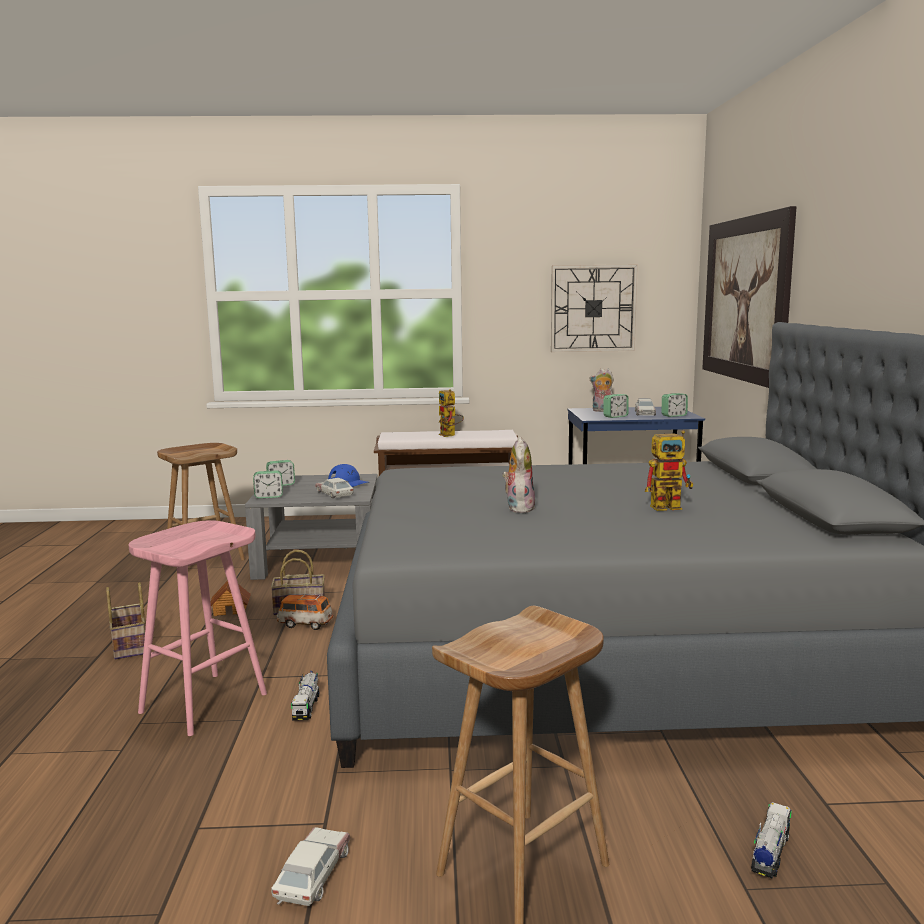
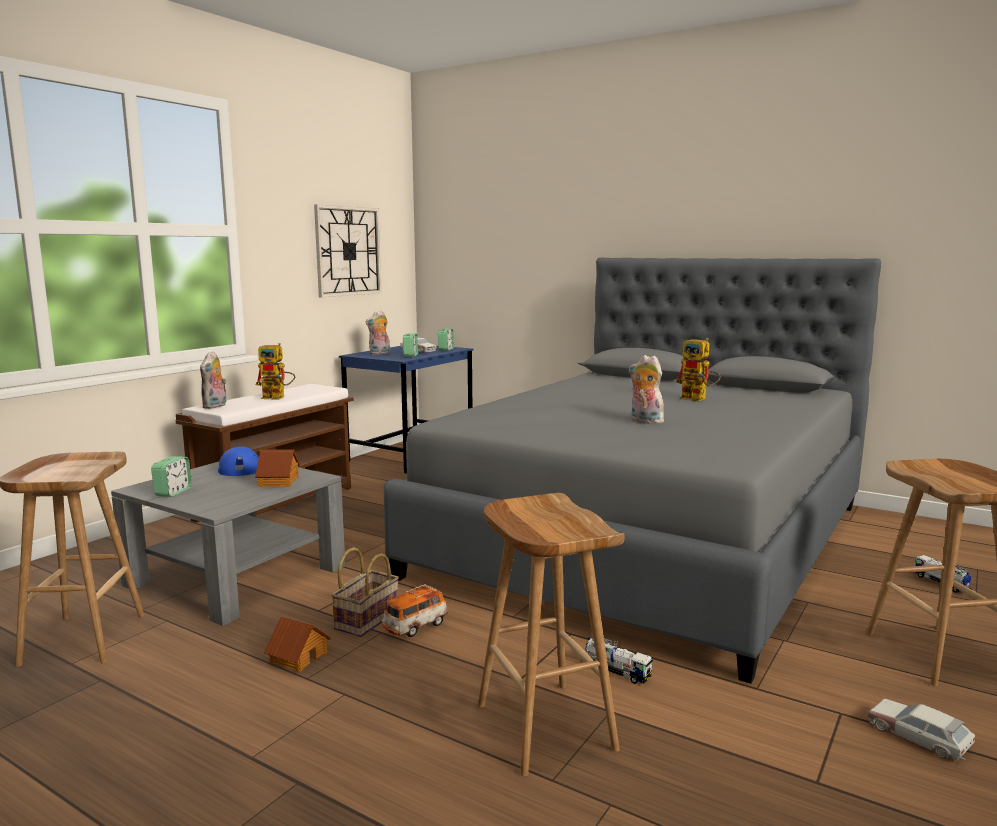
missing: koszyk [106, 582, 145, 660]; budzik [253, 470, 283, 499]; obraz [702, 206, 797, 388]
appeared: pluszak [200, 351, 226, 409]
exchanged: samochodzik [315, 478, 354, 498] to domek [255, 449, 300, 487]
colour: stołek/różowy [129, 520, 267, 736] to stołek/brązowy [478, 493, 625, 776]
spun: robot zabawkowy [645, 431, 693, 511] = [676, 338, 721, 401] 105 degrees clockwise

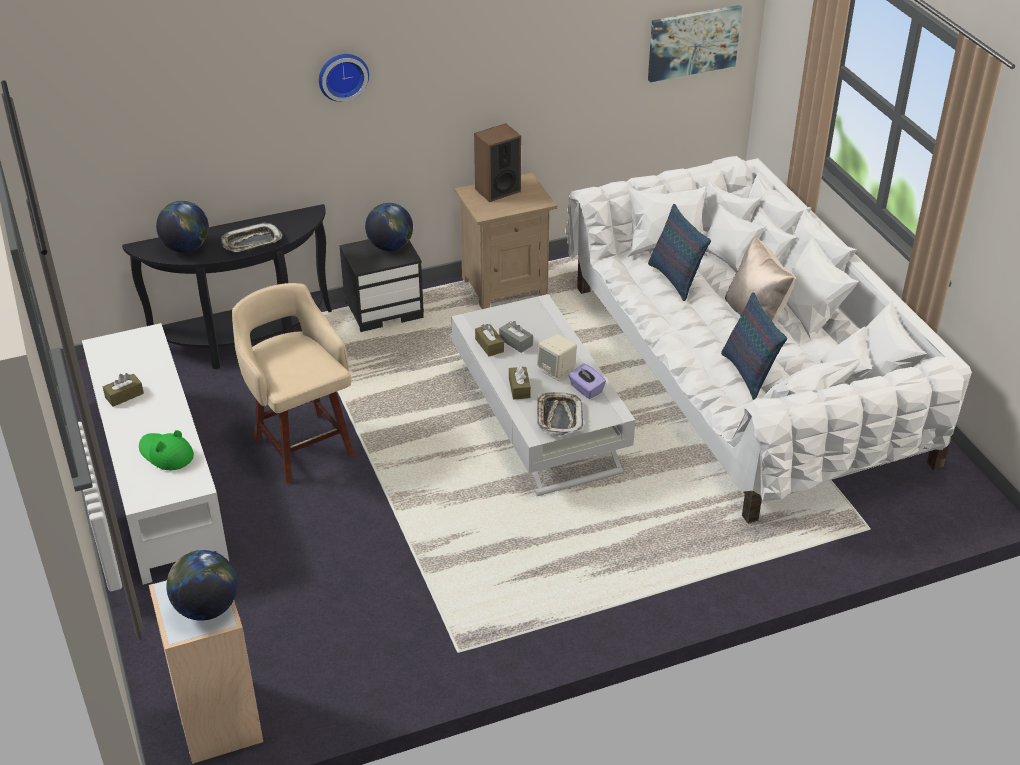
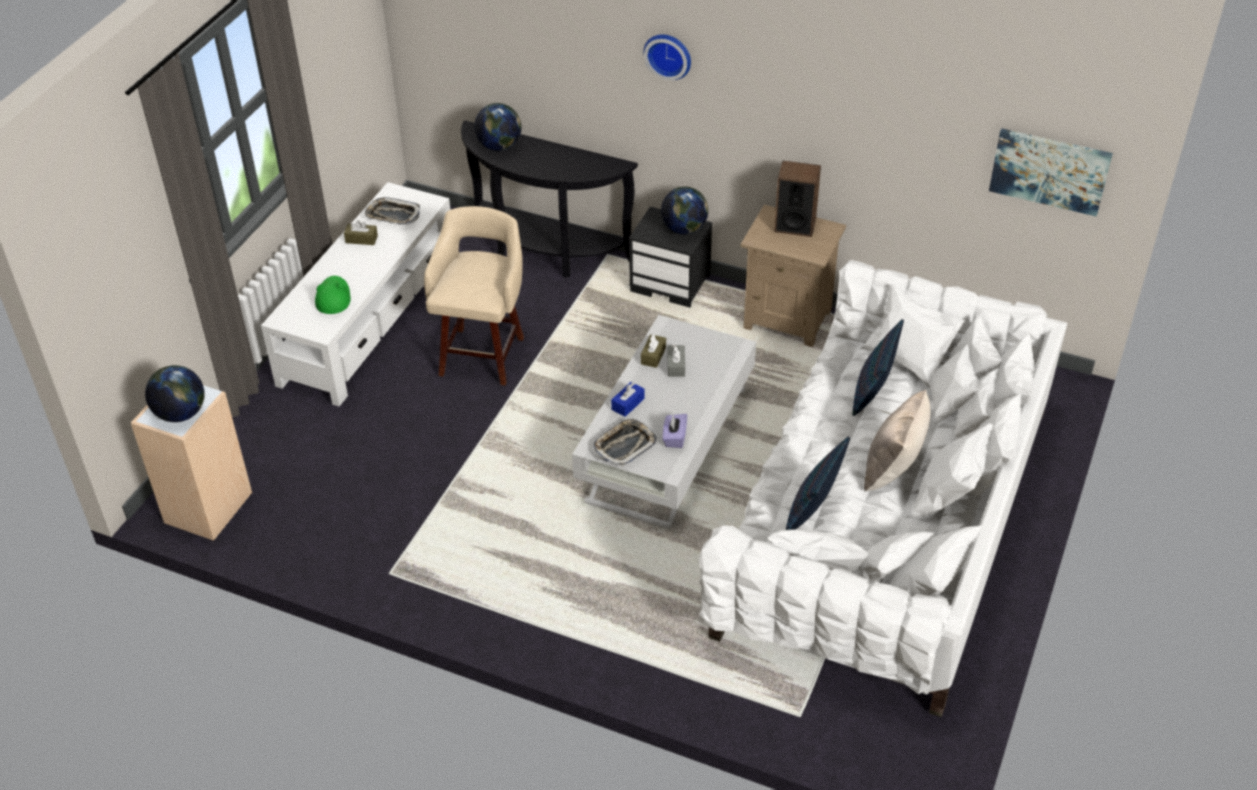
missing: głośnik/beżowy [537, 334, 577, 381]
relocated: taca [221, 223, 283, 252] to [364, 197, 420, 225]
colour: pudełko chusteczek/brązowy [509, 364, 531, 400] to pudełko chusteczek/niebieski [611, 382, 645, 417]

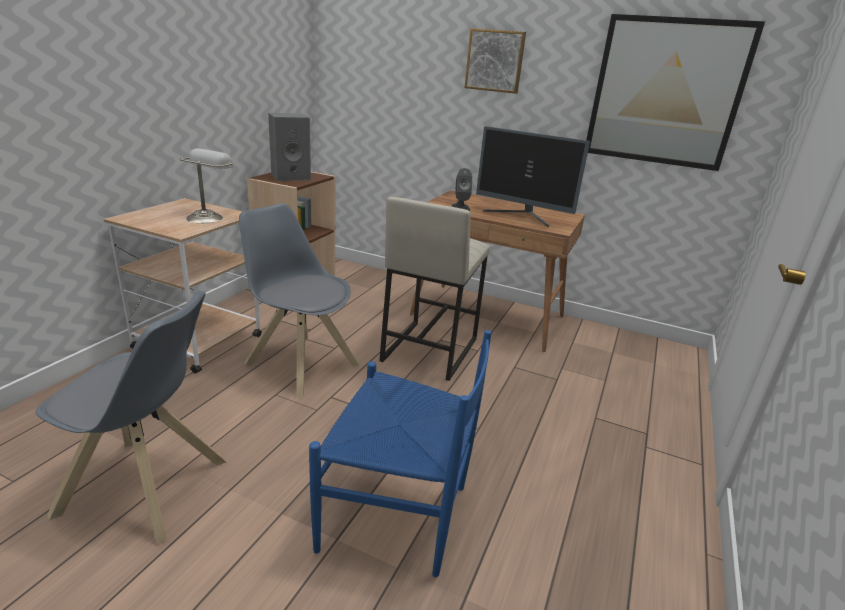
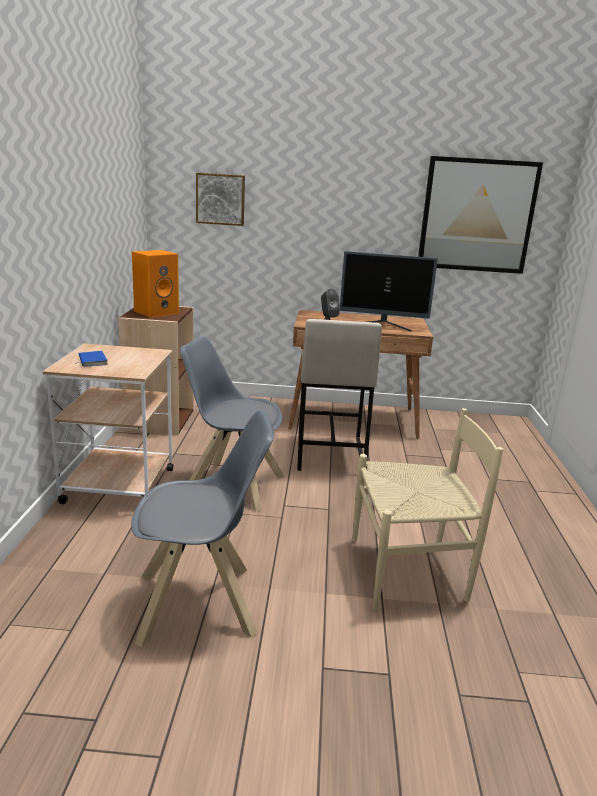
missing: lampa stołowa/biały [180, 148, 235, 223]
appeared: książka/niebieski [75, 351, 108, 367]
relocated: obraz [465, 28, 526, 94] to [196, 173, 245, 226]
colour: głośnik/szary [268, 113, 311, 181] to głośnik/pomarańczowy [132, 250, 179, 317]; krzesło/niebieski [309, 330, 492, 577] to krzesło/beżowy [352, 408, 503, 611]

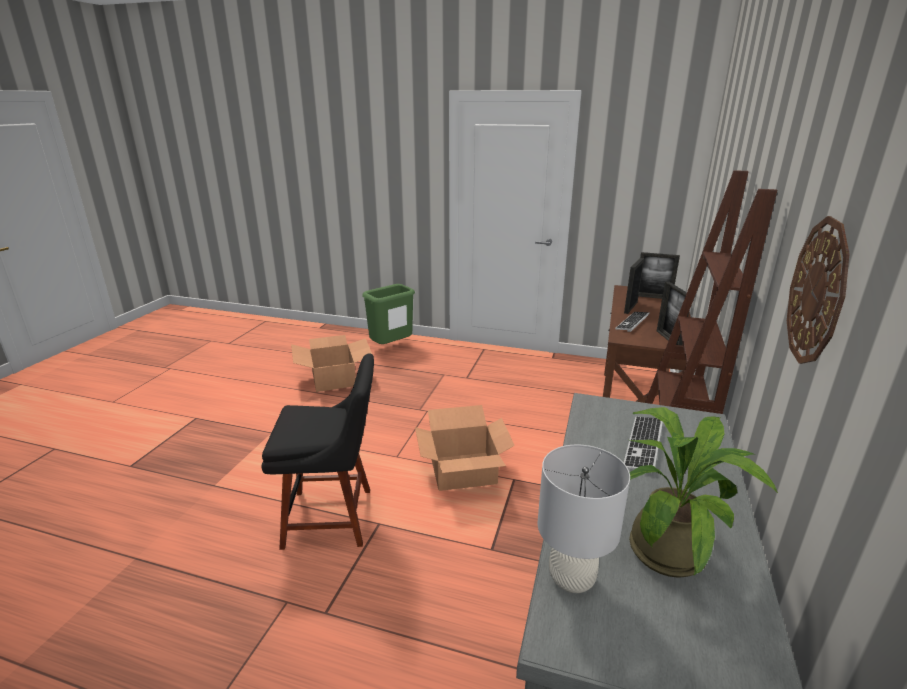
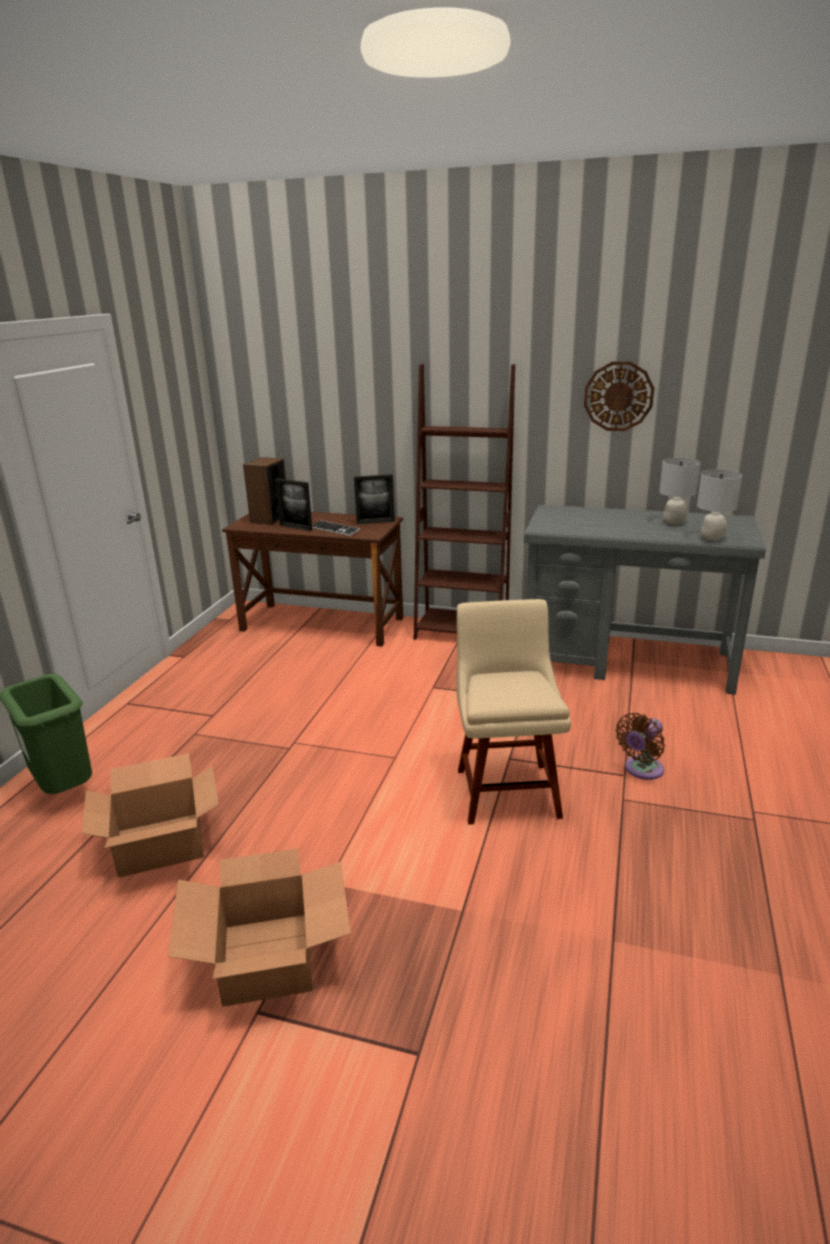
missing: klawiatura [624, 417, 663, 473]
appeared: wentylator/brązowy [616, 713, 665, 780]
relocated: karton [415, 405, 515, 491] to [168, 848, 351, 1007]
exchanged: roślina doniczkowa [629, 407, 778, 578] to lampa stołowa/szary [659, 458, 700, 525]; ramka na zdjęcie [639, 252, 680, 299] to głośnik [243, 457, 286, 525]
colour: krzesło/czarny [261, 353, 374, 550] to krzesło/beżowy [456, 599, 571, 825]

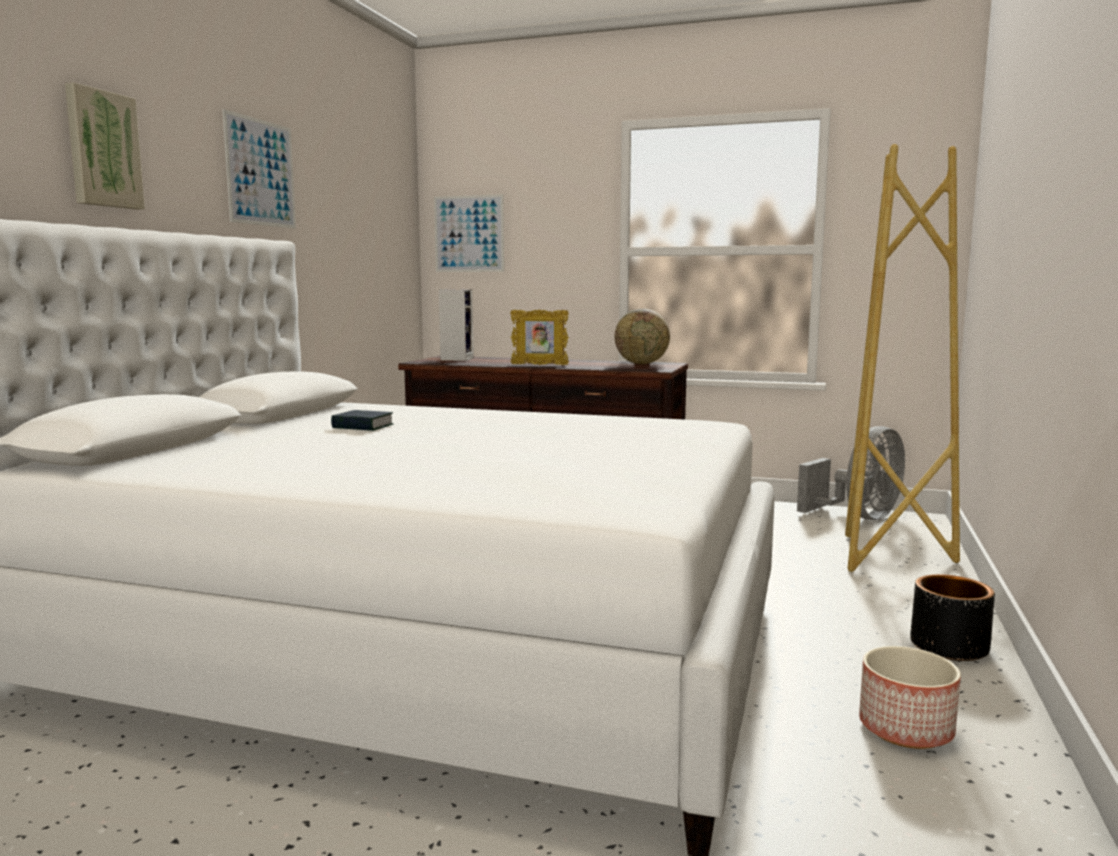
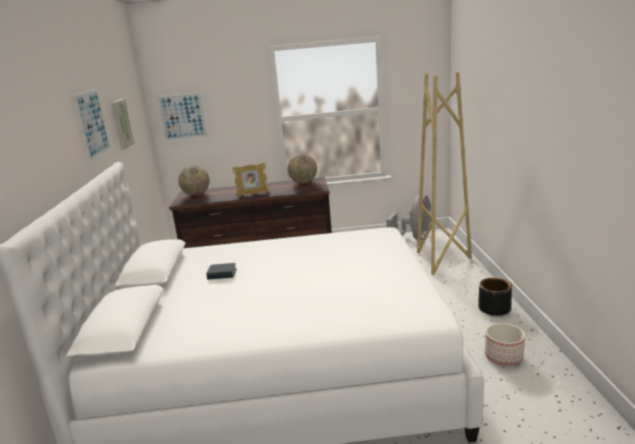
relocated: obraz [65, 82, 145, 209] to [111, 99, 134, 150]
exchanged: głośnik [439, 289, 474, 361] to globus [178, 165, 209, 196]

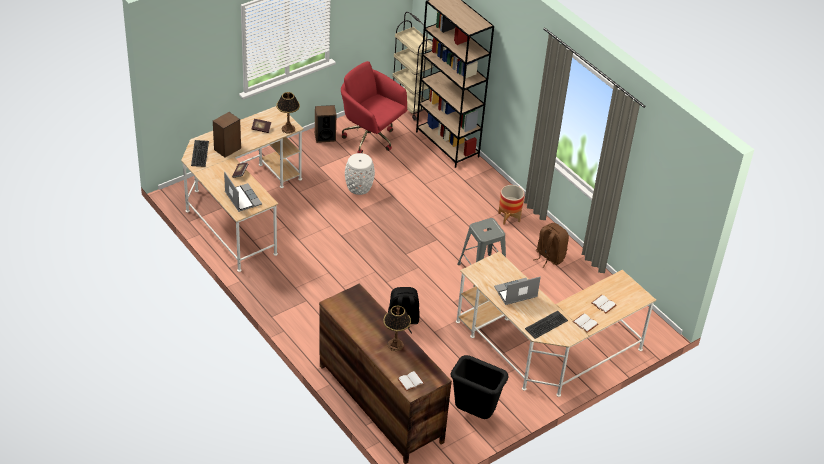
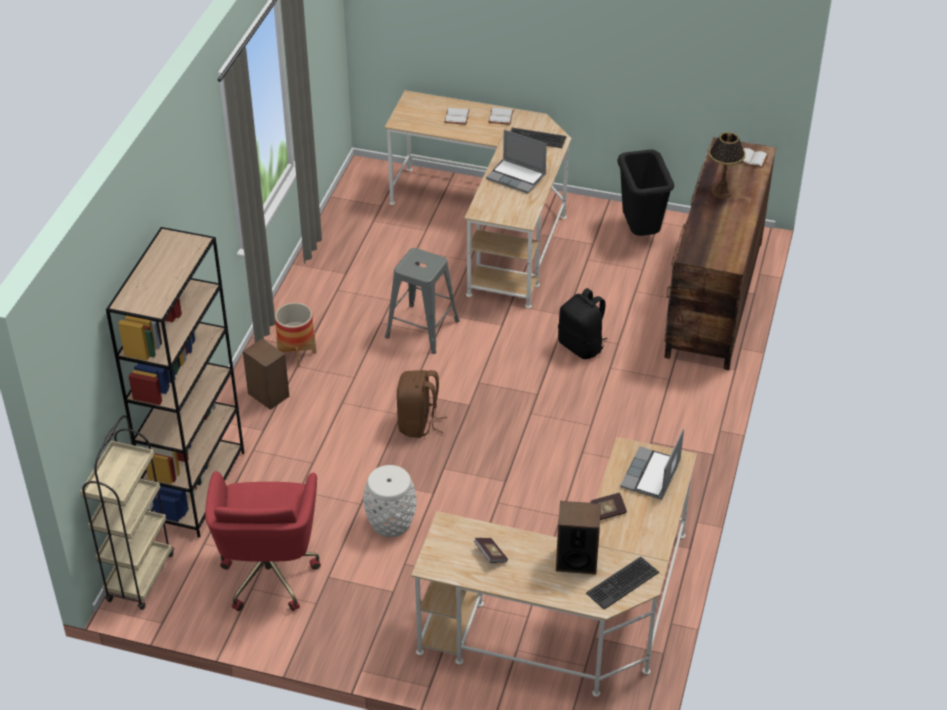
missing: lampa stołowa [276, 92, 300, 134]
relocated: głośnik [315, 105, 336, 143] to [243, 339, 289, 410]; plecak/brązowy [533, 223, 569, 268] to [397, 370, 447, 438]

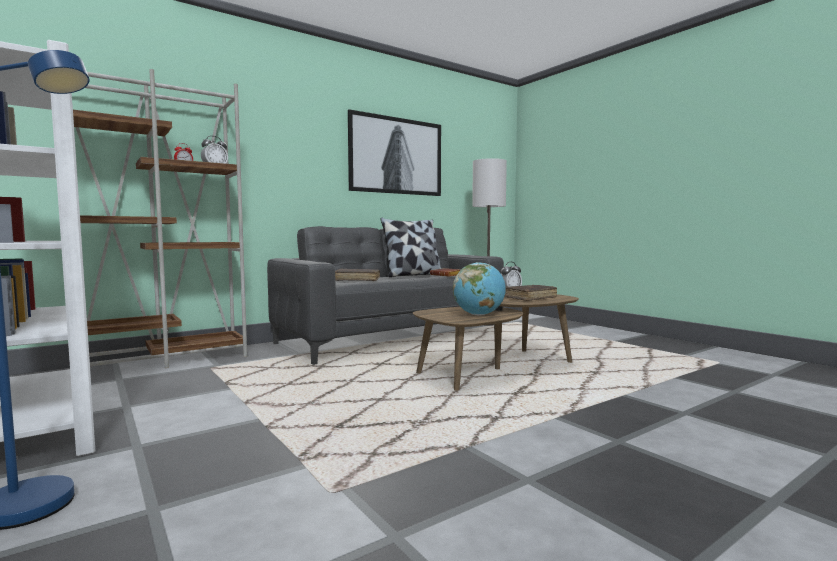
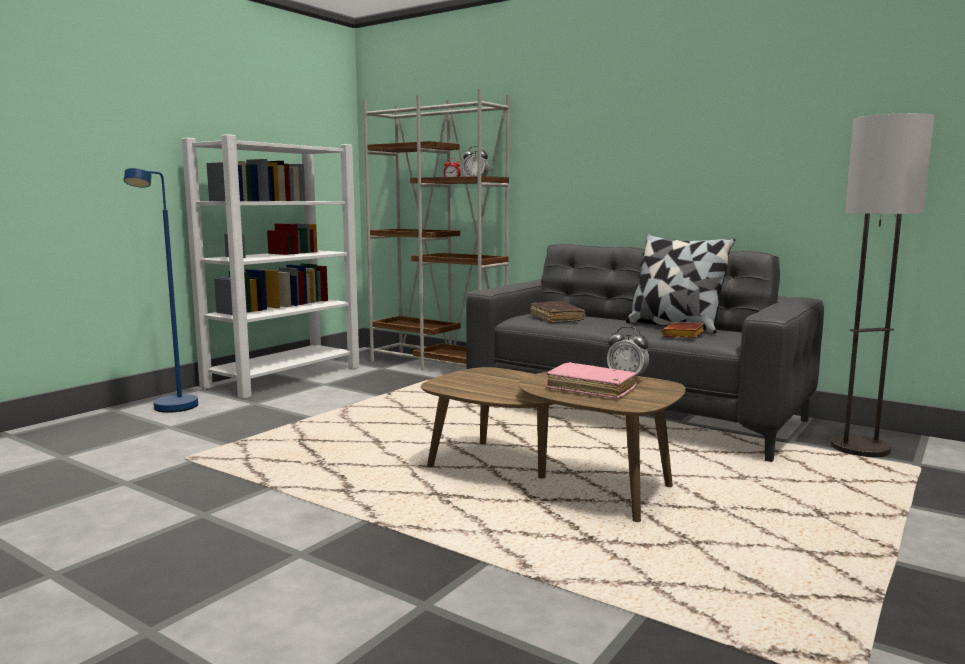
missing: obraz [348, 109, 441, 196]; globus [453, 262, 506, 315]
colour: książka/brązowy [505, 285, 557, 301] to książka/różowy [546, 362, 638, 399]

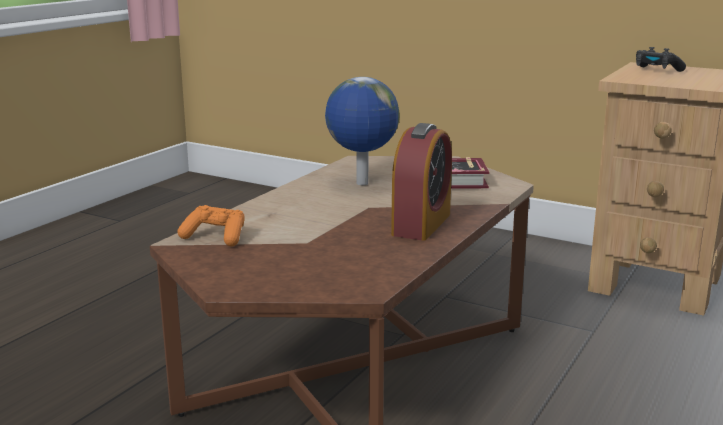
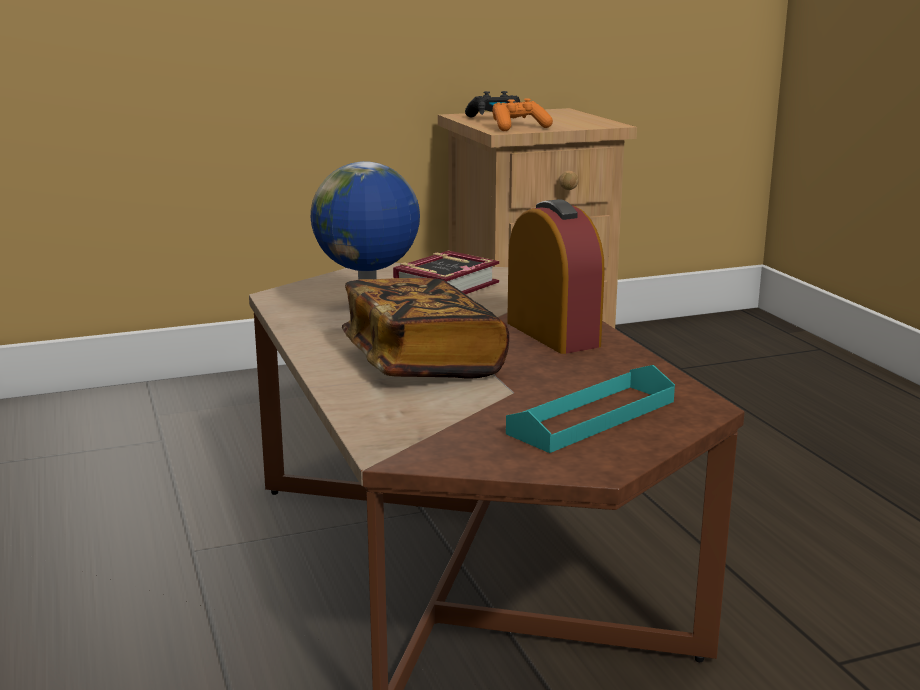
appeared: książka [342, 278, 509, 379]; taca/turkusowy [506, 365, 675, 453]
relocated: pad do gier/pomarańczowy [177, 205, 244, 246] to [493, 98, 553, 131]

